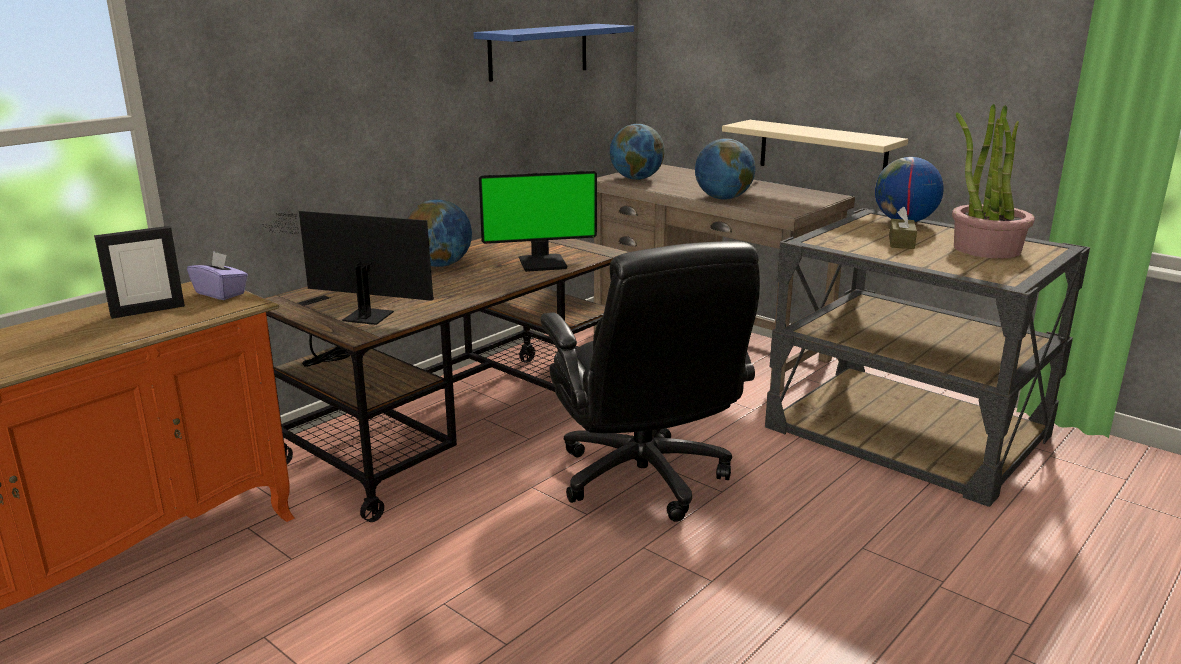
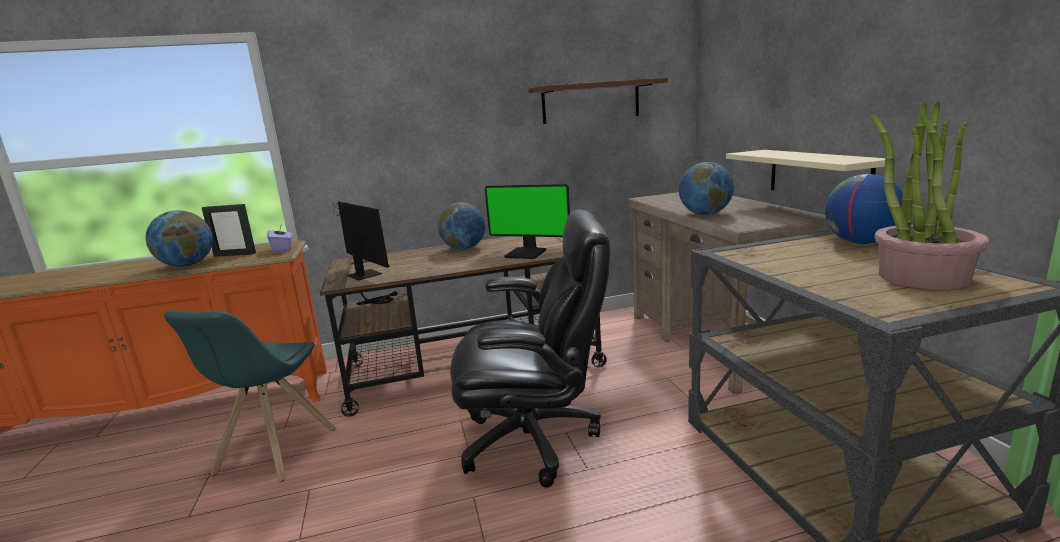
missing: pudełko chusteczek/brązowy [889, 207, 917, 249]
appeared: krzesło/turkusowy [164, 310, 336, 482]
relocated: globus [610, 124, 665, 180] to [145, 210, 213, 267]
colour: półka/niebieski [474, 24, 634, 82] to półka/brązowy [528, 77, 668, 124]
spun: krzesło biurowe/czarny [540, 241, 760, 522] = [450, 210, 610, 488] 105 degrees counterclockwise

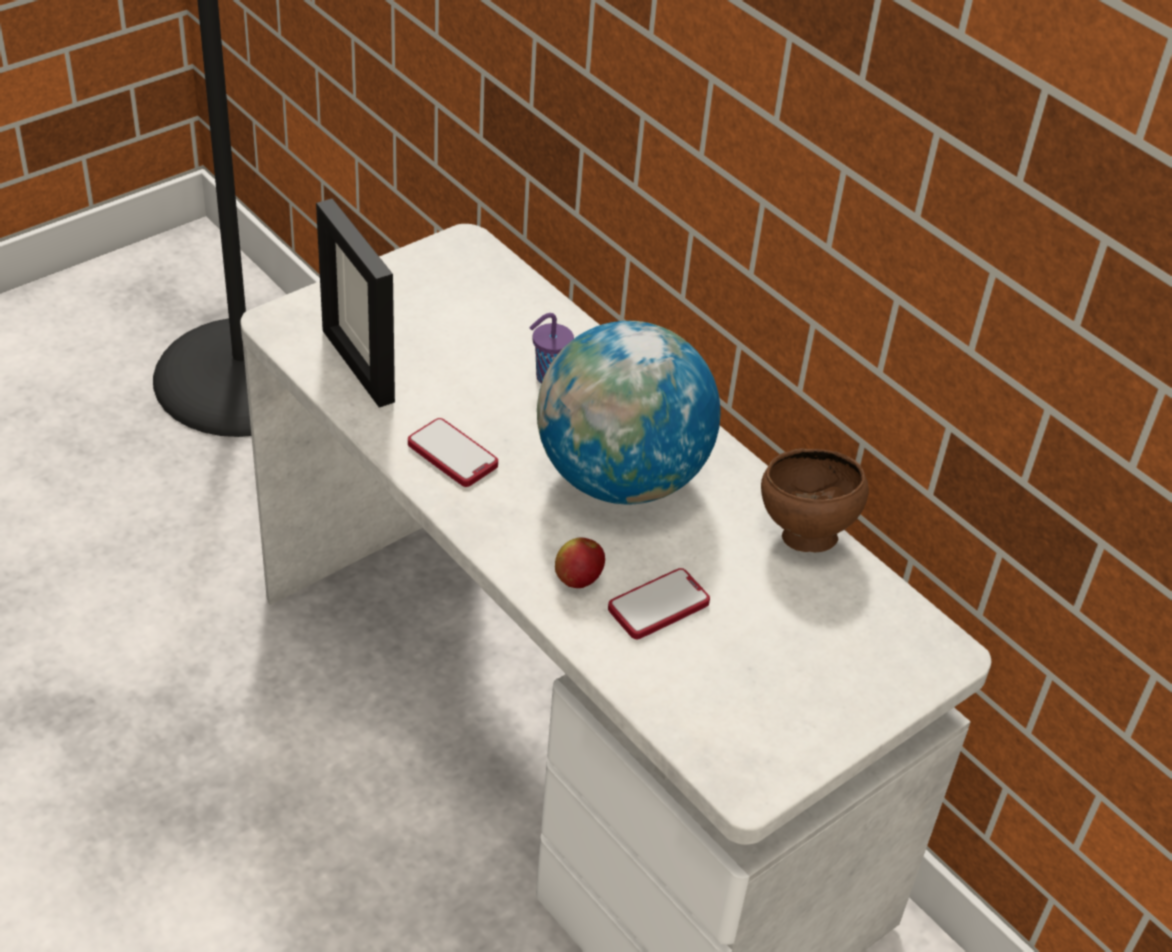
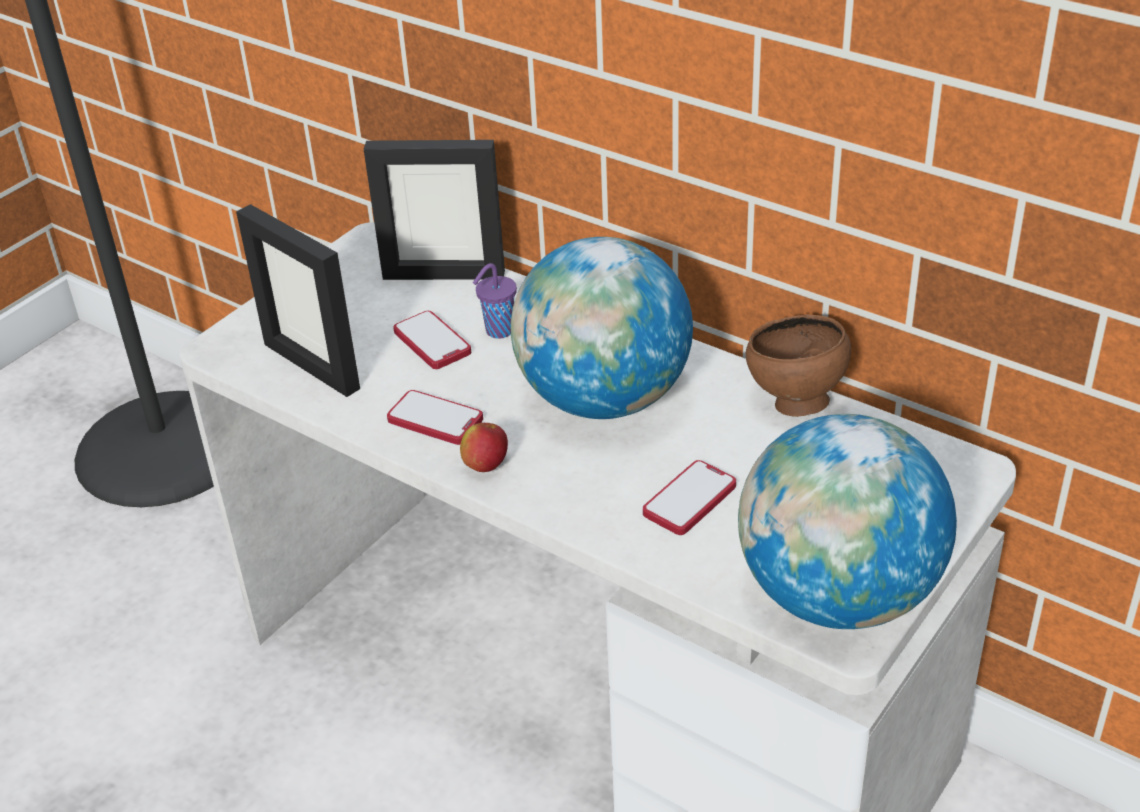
appeared: ramka na zdjęcie [364, 140, 505, 280]; telefon [393, 311, 471, 369]; globus [738, 414, 957, 629]
relocated: jabłko [555, 538, 605, 588] to [460, 423, 508, 472]

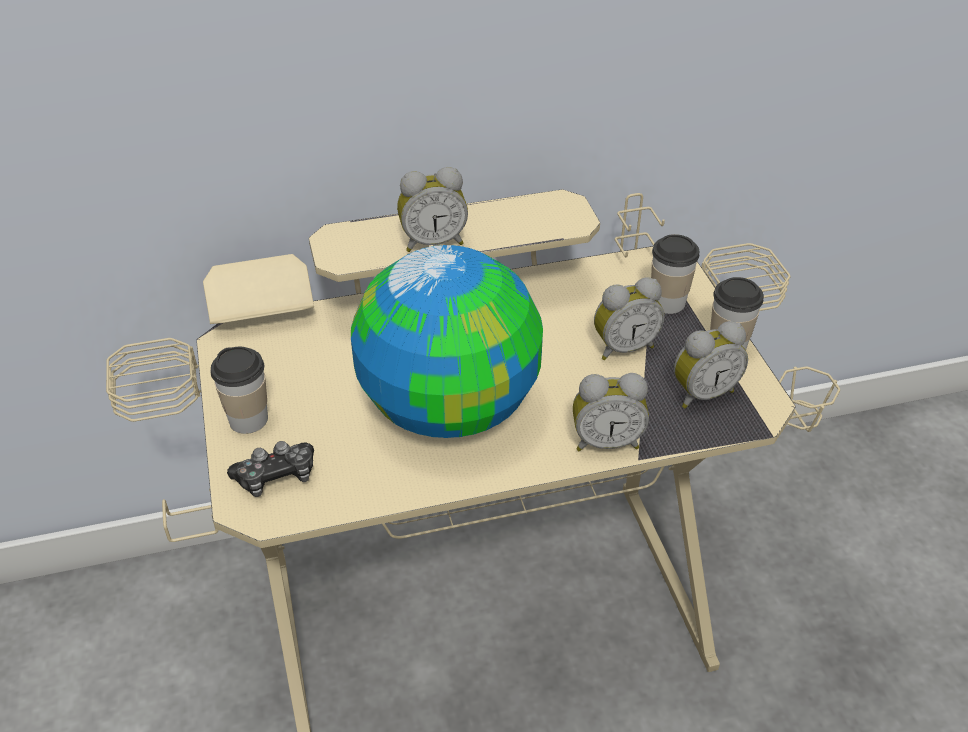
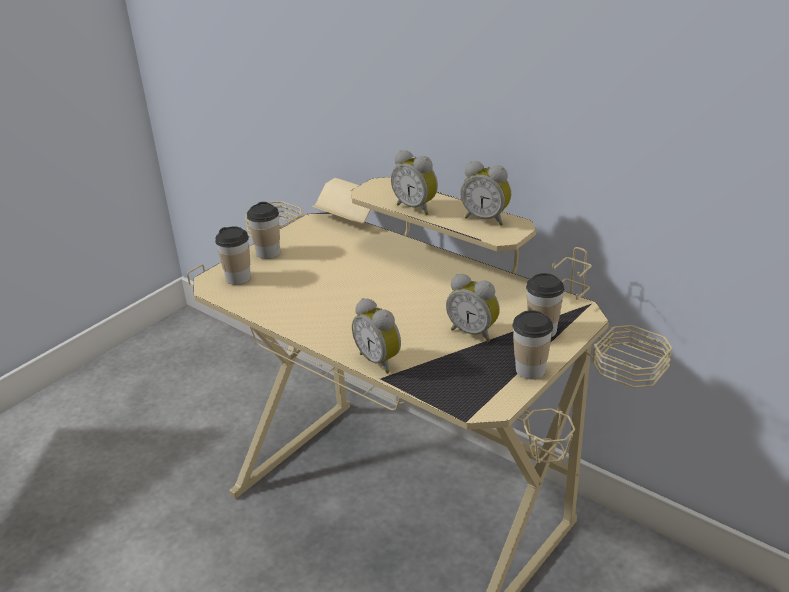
missing: globus [351, 245, 543, 438]
relocated: budzik [674, 321, 748, 409] to [460, 161, 511, 226]
exchanged: pad do gier [227, 441, 314, 497] to filiżanka [215, 227, 251, 285]

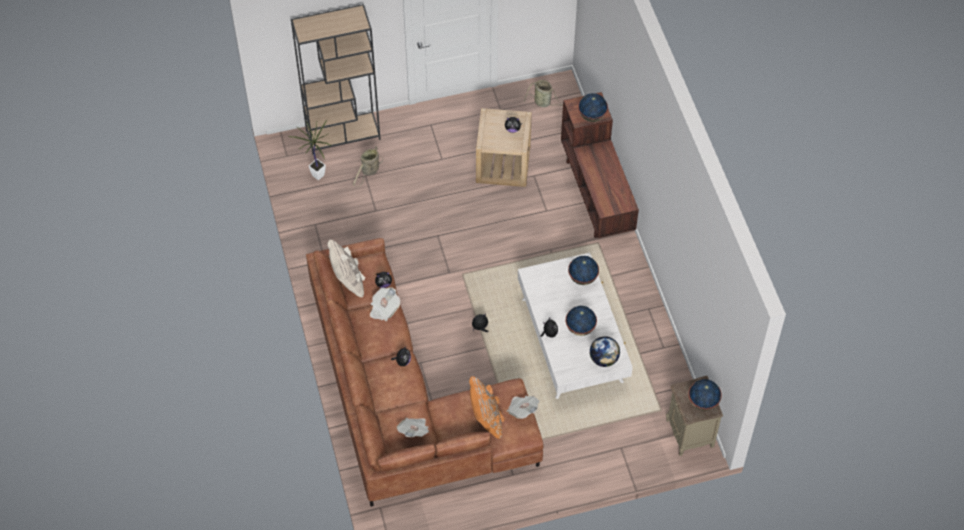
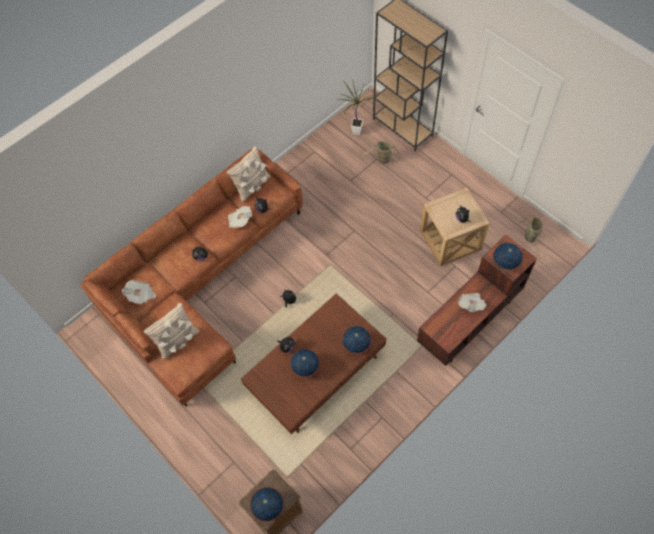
missing: globus [590, 336, 620, 367]
relocated: gazeta [507, 396, 540, 419] to [458, 293, 487, 312]
colour: poduszka/pomarańczowy [469, 376, 506, 439] to poduszka/beżowy [144, 303, 199, 359]; ława/biały [518, 253, 633, 399] to ława/brązowy [241, 294, 386, 434]

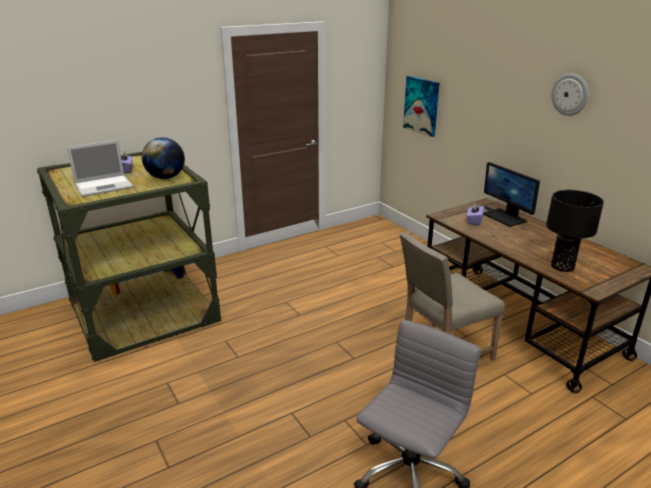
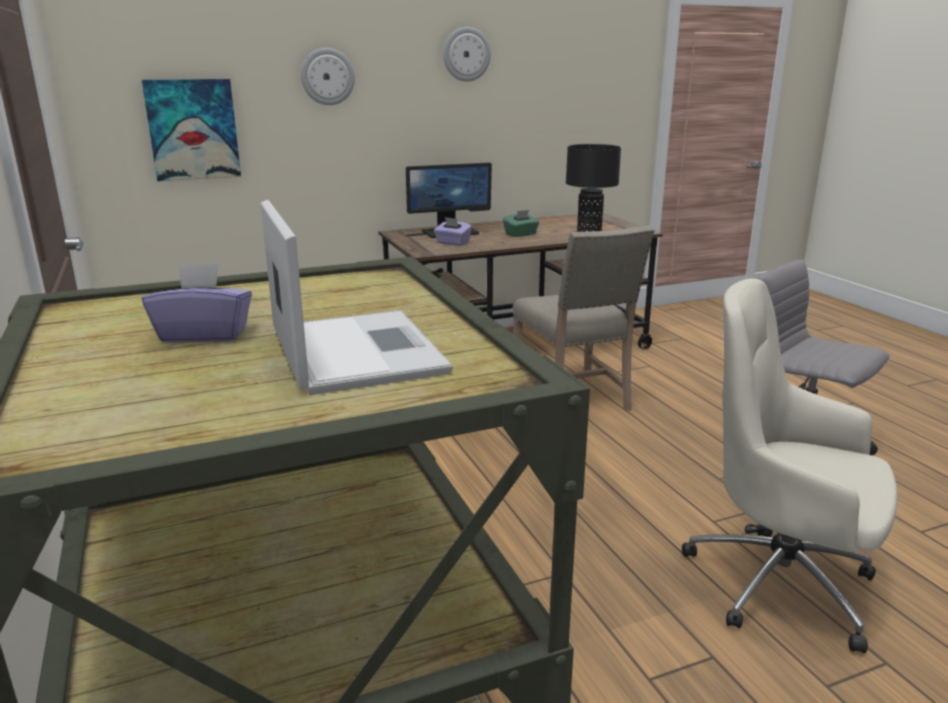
missing: globus [142, 137, 185, 179]
appeared: zegar ścienny [301, 48, 355, 105]; pudełko chusteczek/zielony [503, 210, 539, 237]; krzesło biurowe/beżowy [682, 279, 898, 653]

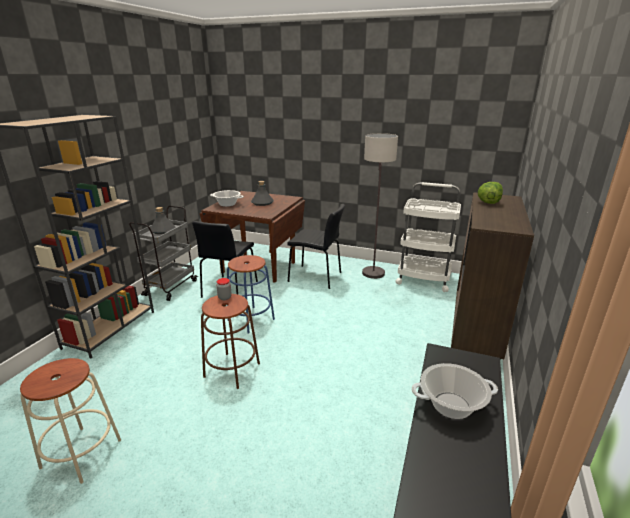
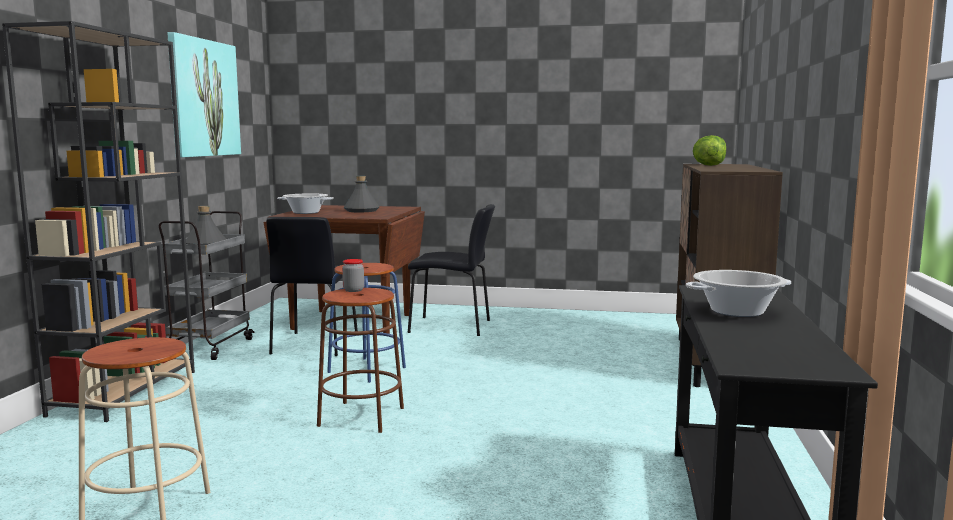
missing: lampa stojąca/szary [362, 133, 398, 279]; wózek/biały [395, 182, 461, 292]
appeared: obraz [167, 32, 241, 157]

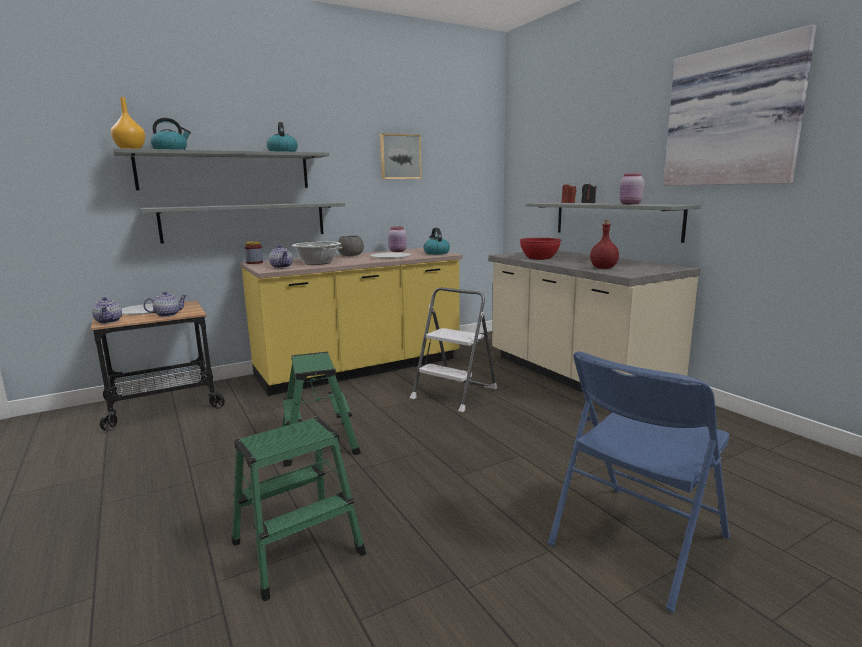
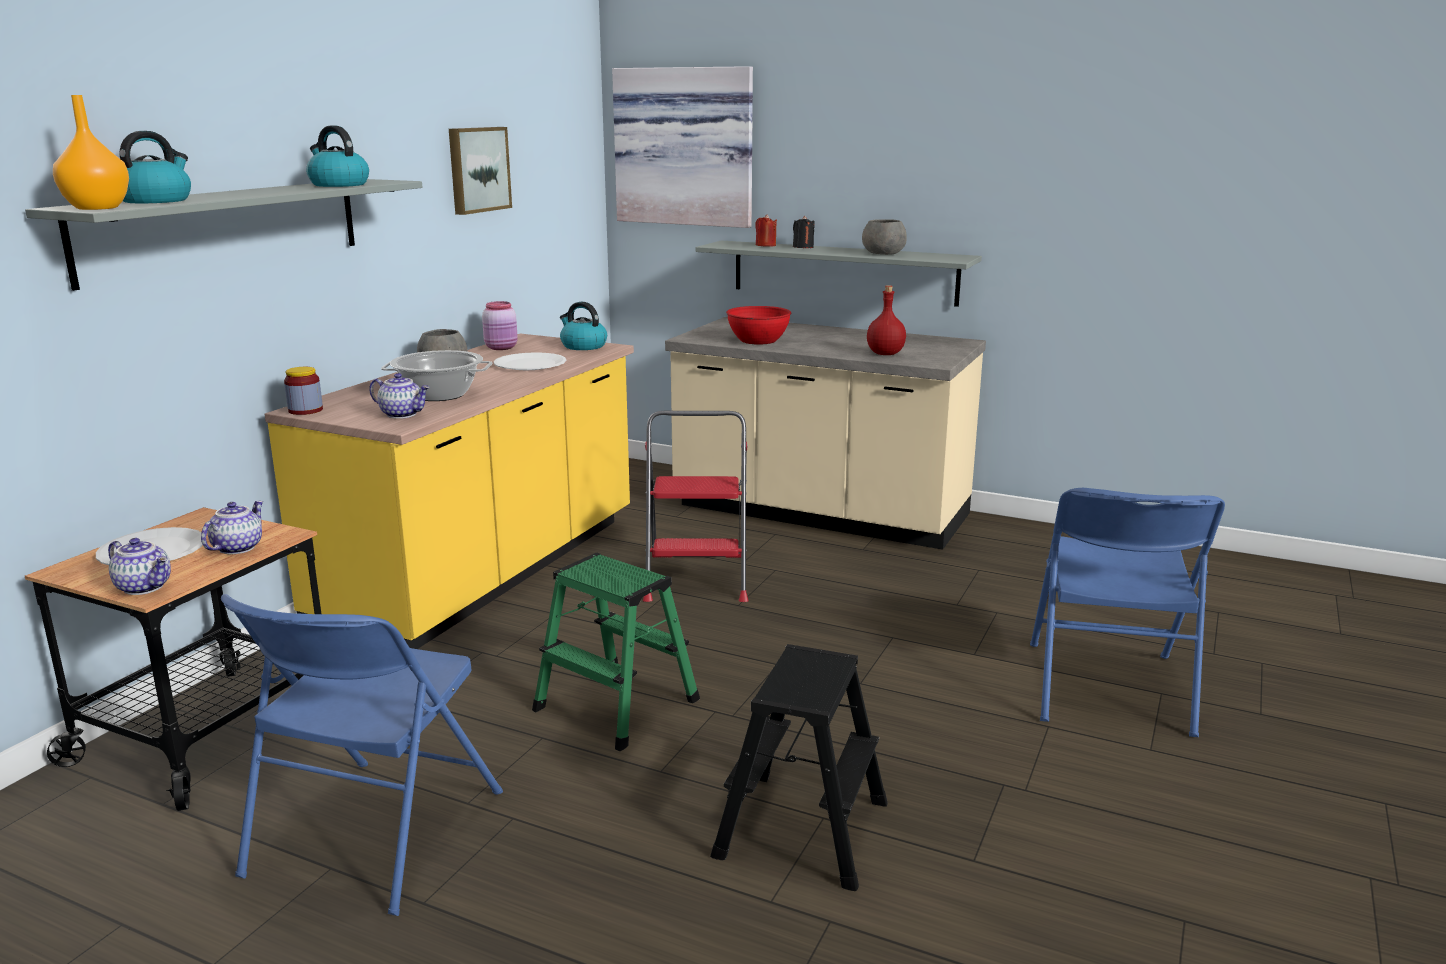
missing: półka/szary [140, 202, 345, 244]
appeared: krzesło/niebieski [221, 594, 503, 916]
relocated: obraz [663, 25, 816, 186] to [612, 66, 753, 228]
exchanged: słoik/różowy [619, 173, 644, 204] to miska/szary [862, 219, 907, 255]
colour: drabinka/zielony [231, 417, 366, 601] to drabinka/czarny [710, 644, 888, 891]; drabinka/biały [410, 287, 497, 412] to drabinka/czerwony [643, 411, 748, 602]

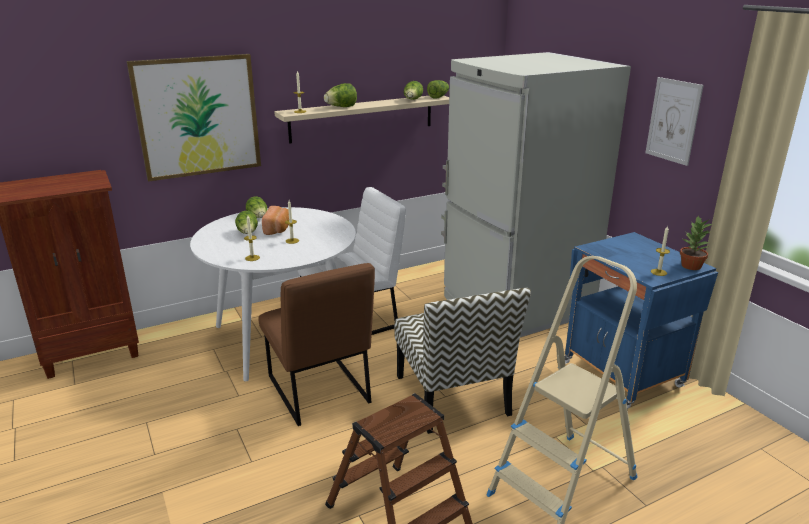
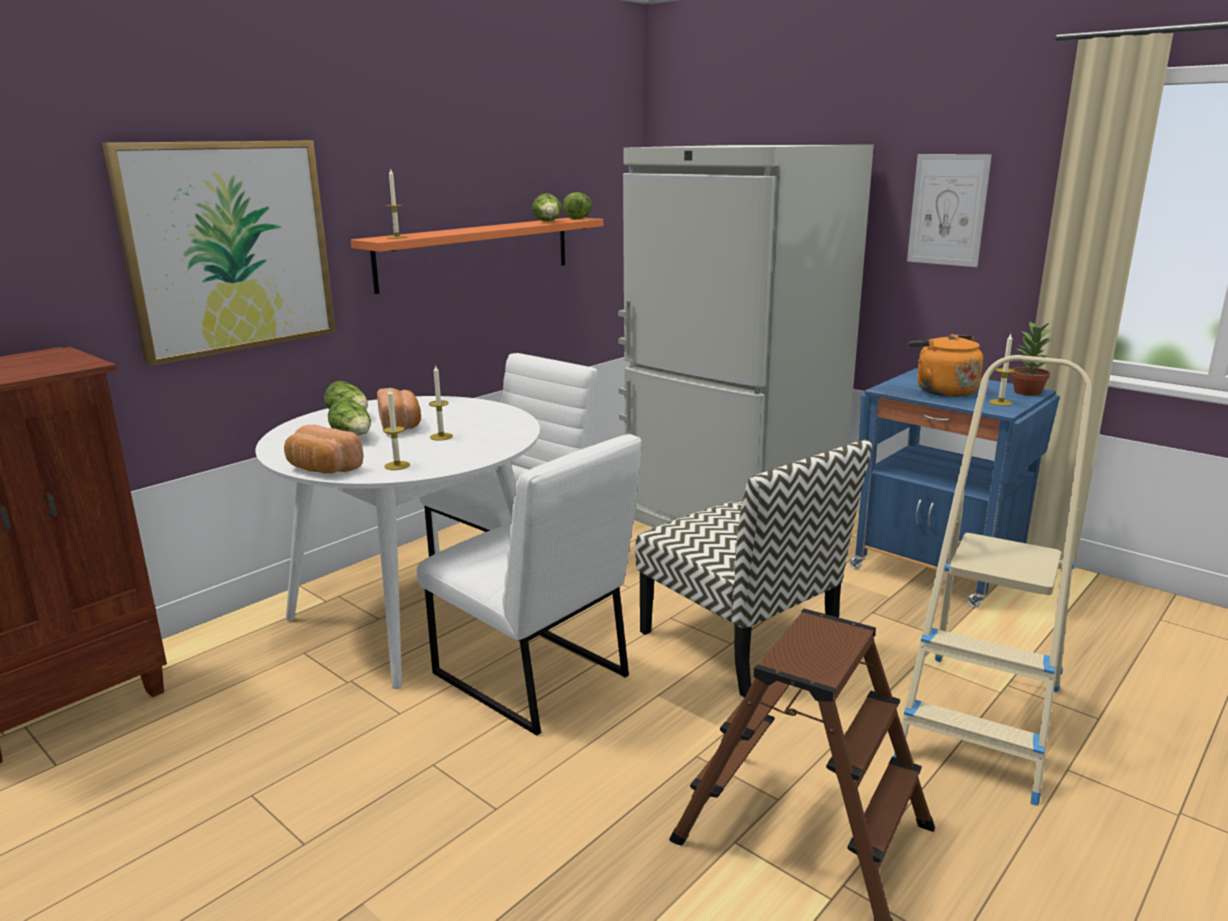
missing: sałata [324, 83, 357, 107]
appeared: chleb [284, 425, 364, 474]; czajnik/pomarańczowy [908, 334, 983, 397]
colour: krzesło/brązowy [258, 263, 375, 426] to krzesło/biały [417, 434, 642, 736]; półka/beżowy [274, 96, 449, 144] to półka/pomarańczowy [351, 218, 603, 294]

